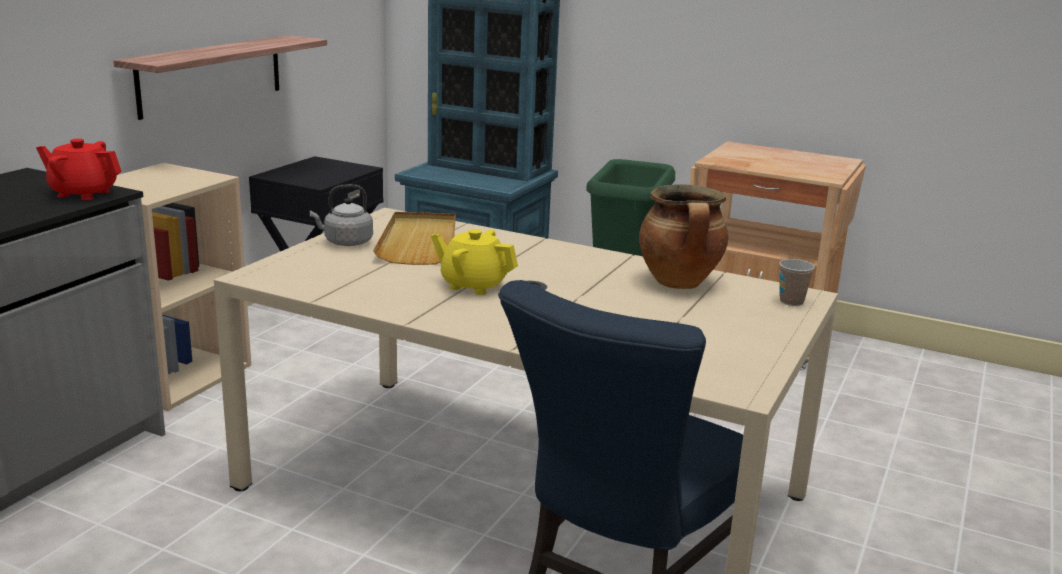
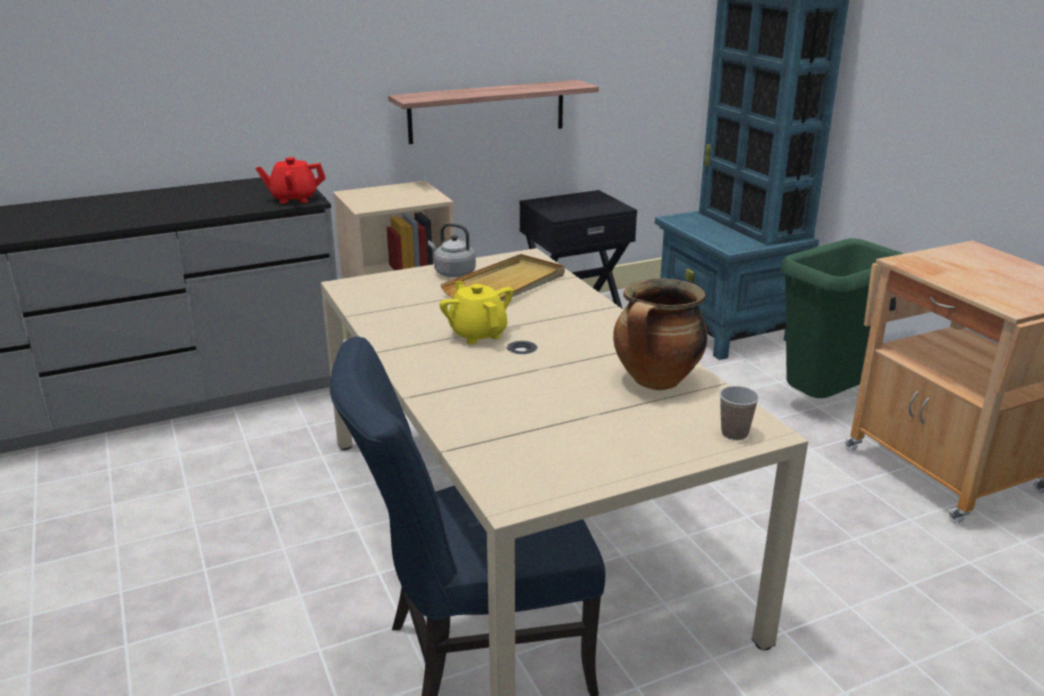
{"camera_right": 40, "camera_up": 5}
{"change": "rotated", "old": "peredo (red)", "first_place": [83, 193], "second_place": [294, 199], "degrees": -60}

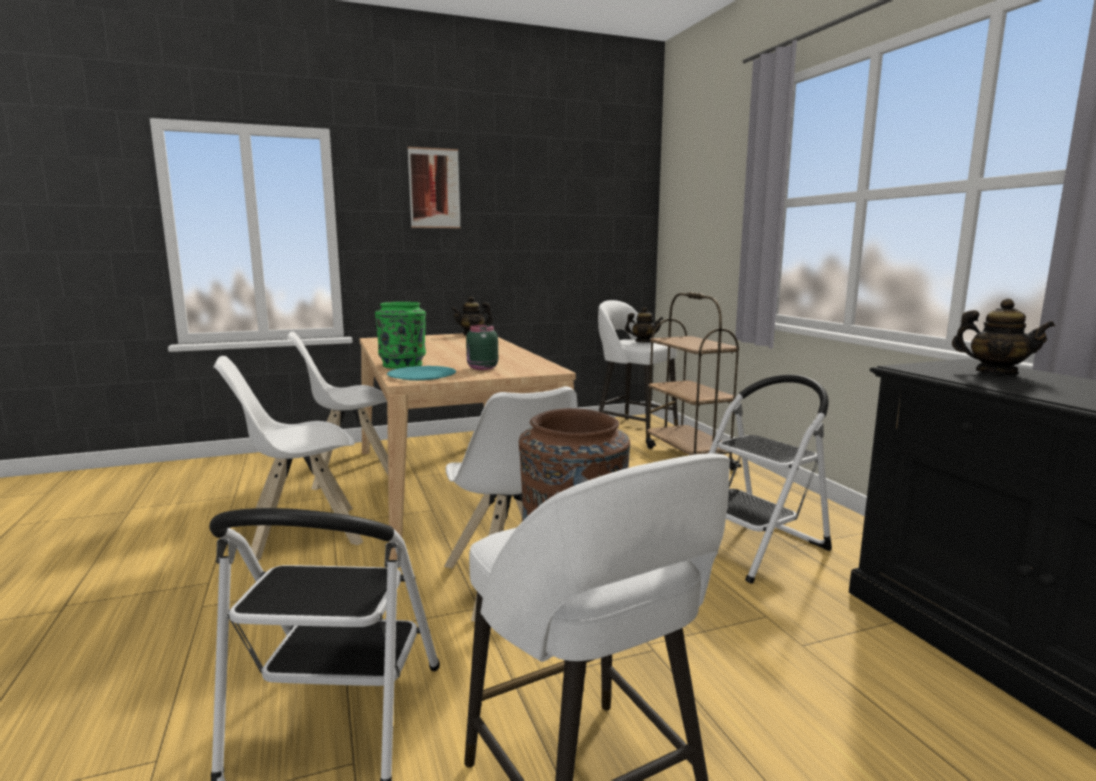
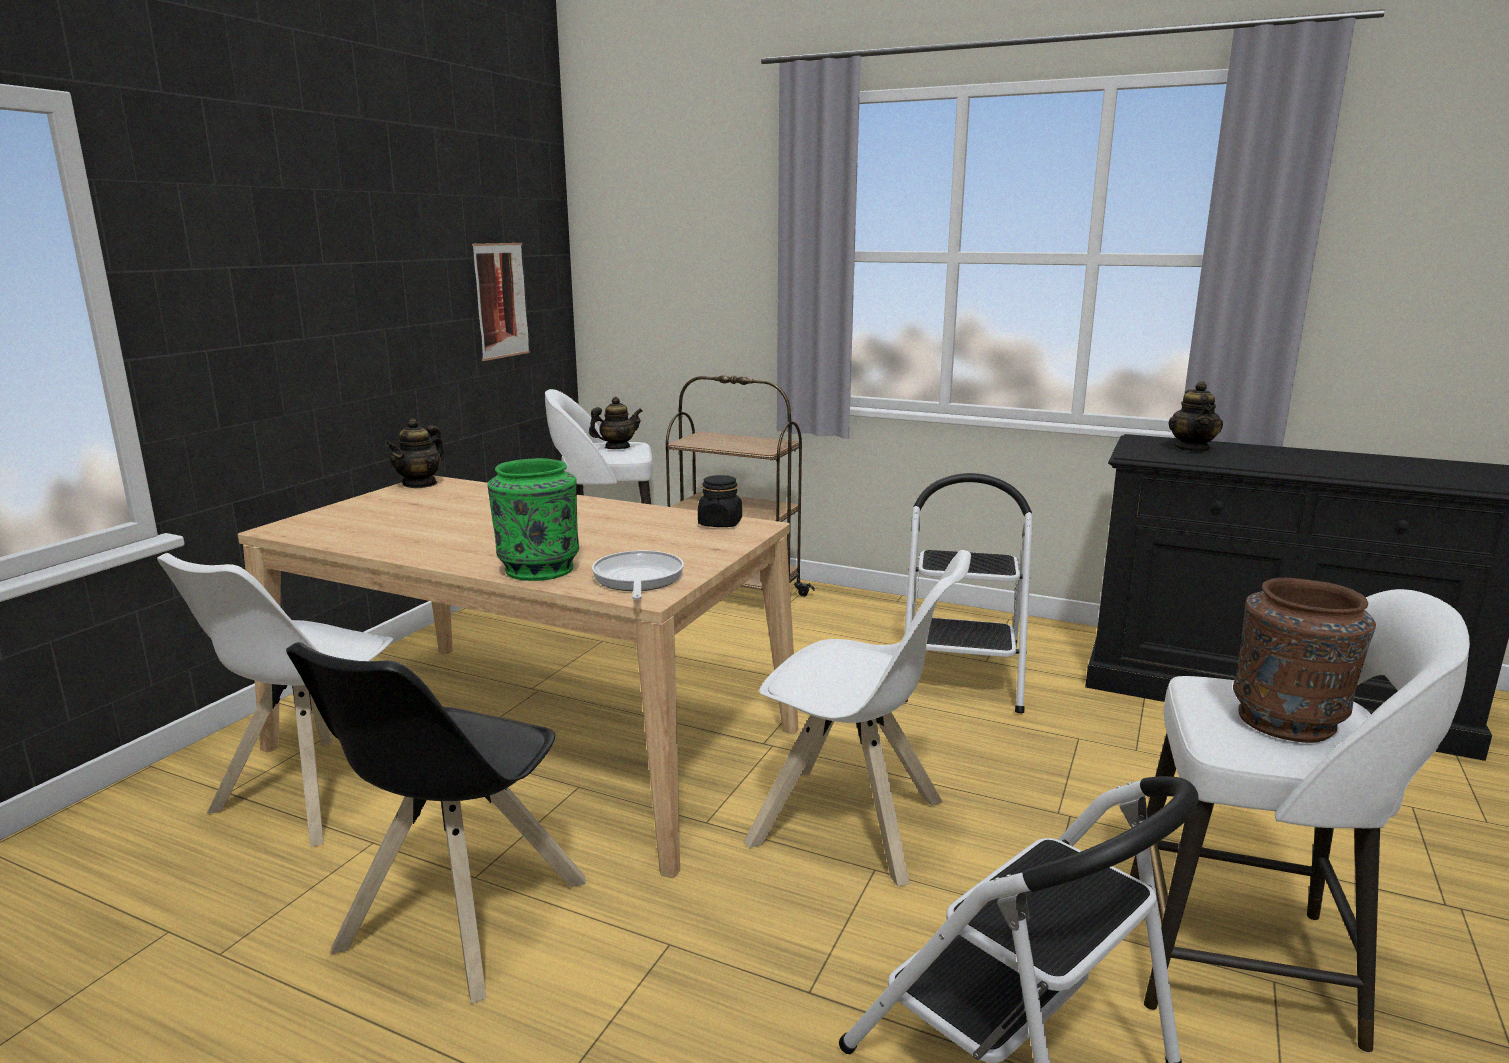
{"camera_right": -45, "camera_up": 5}
{"change": "gone", "old": "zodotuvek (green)", "first_place": [481, 368]}
{"change": "new", "new": "zodotuvek (black)", "second_place": [720, 523]}
{"change": "shifted", "old": "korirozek", "first_place": [434, 188], "second_place": [501, 300]}
{"change": "swapped", "old": "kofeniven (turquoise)", "new": "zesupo", "first_place": [421, 375], "second_place": [637, 580]}
{"change": "repainted", "old": "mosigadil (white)", "new": "mosigadil (black)", "first_place": [300, 534], "second_place": [459, 919]}
{"change": "rotated", "old": "peredo", "first_place": [996, 373], "second_place": [1192, 449], "degrees": 105}

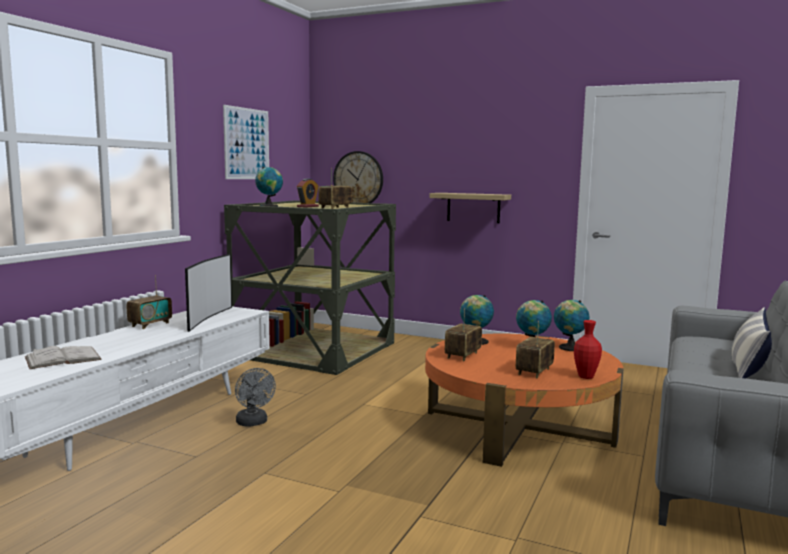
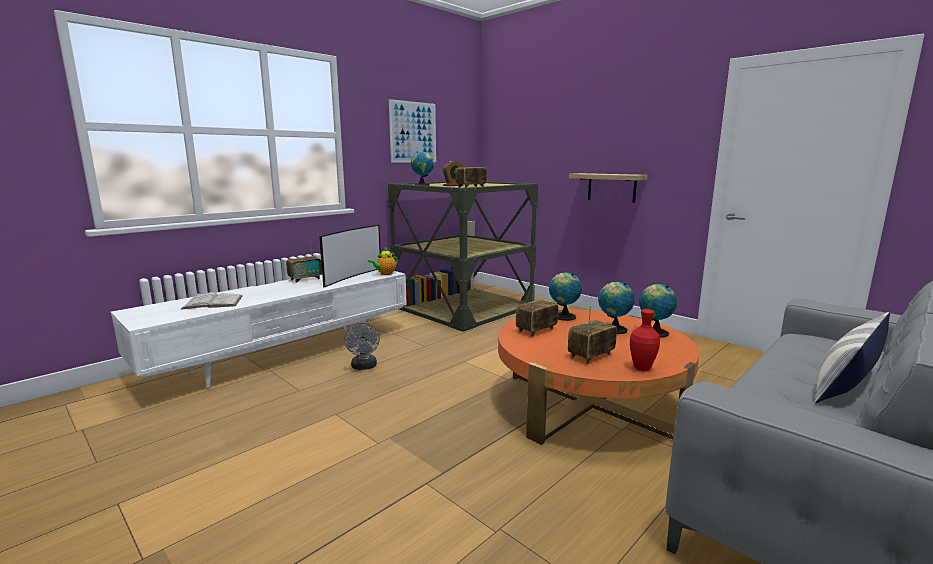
{"camera_right": 20, "camera_up": 5}
{"change": "gone", "old": "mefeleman", "first_place": [358, 179]}
{"change": "new", "new": "peredo", "second_place": [385, 274]}

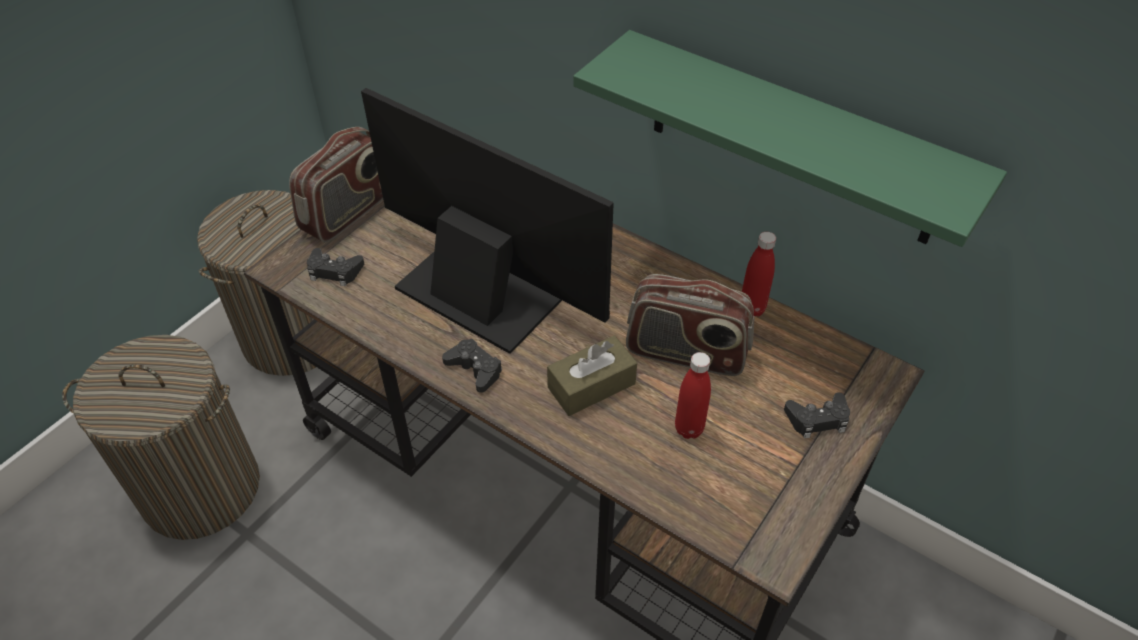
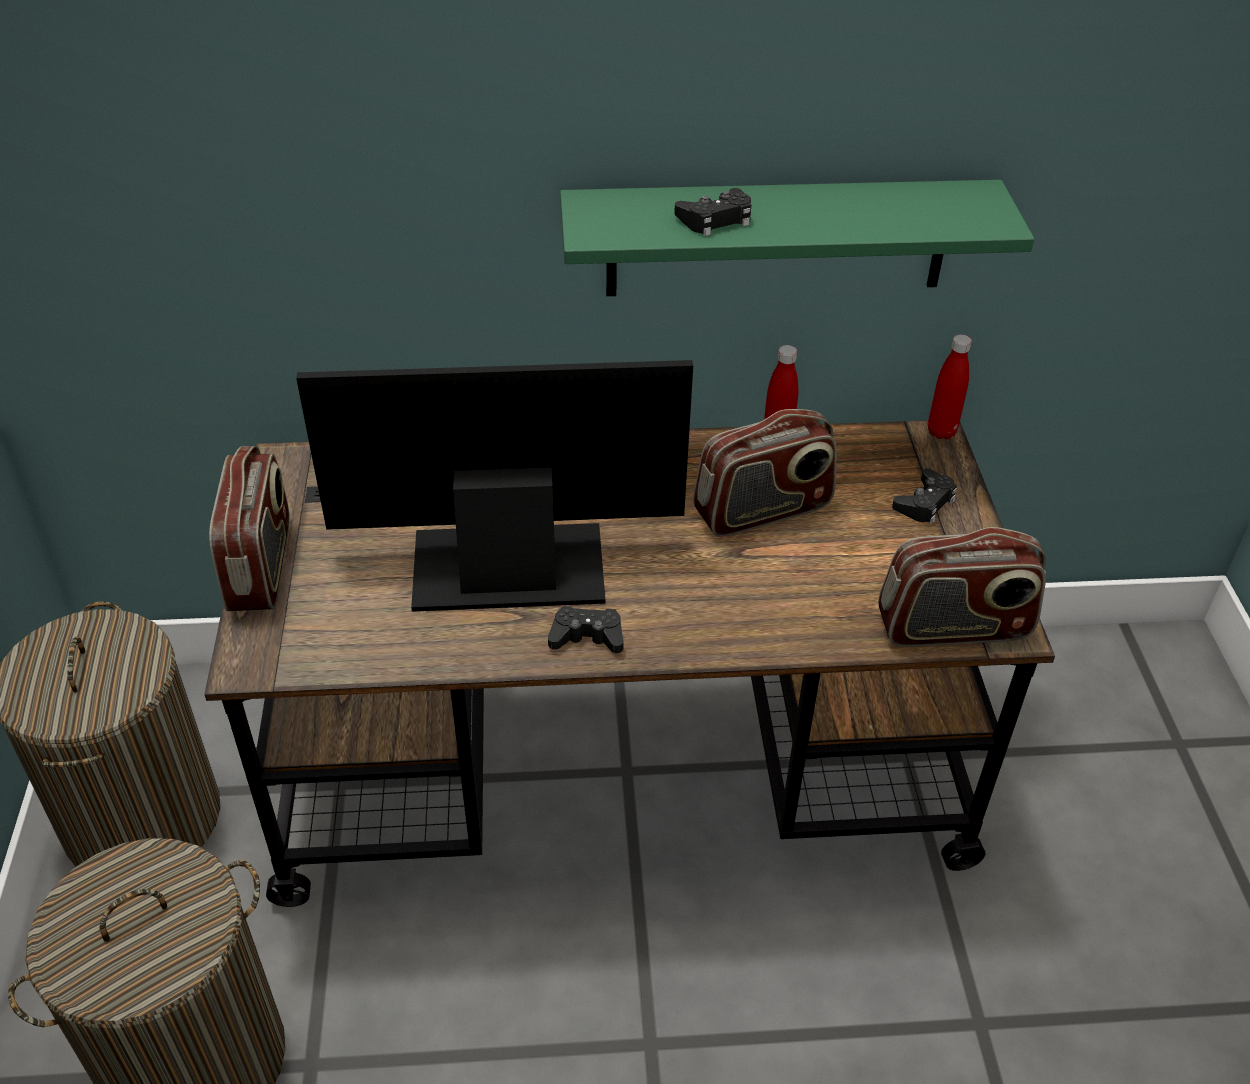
{"camera_right": -40, "camera_up": -5}
{"change": "gone", "old": "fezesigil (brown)", "first_place": [591, 385]}
{"change": "new", "new": "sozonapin", "second_place": [953, 628]}
{"change": "shifted", "old": "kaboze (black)", "first_place": [334, 271], "second_place": [715, 219]}
{"change": "shifted", "old": "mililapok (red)", "first_place": [689, 428], "second_place": [941, 432]}

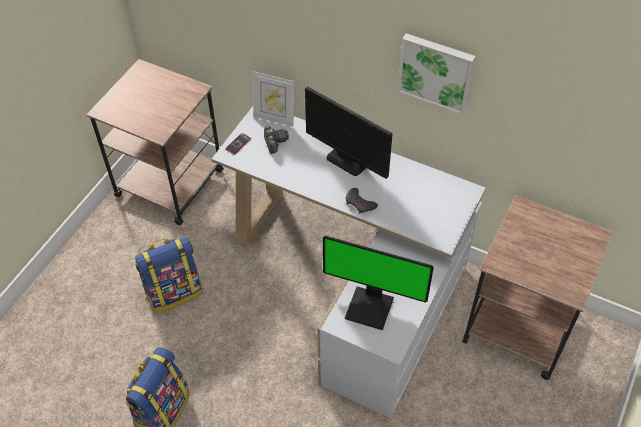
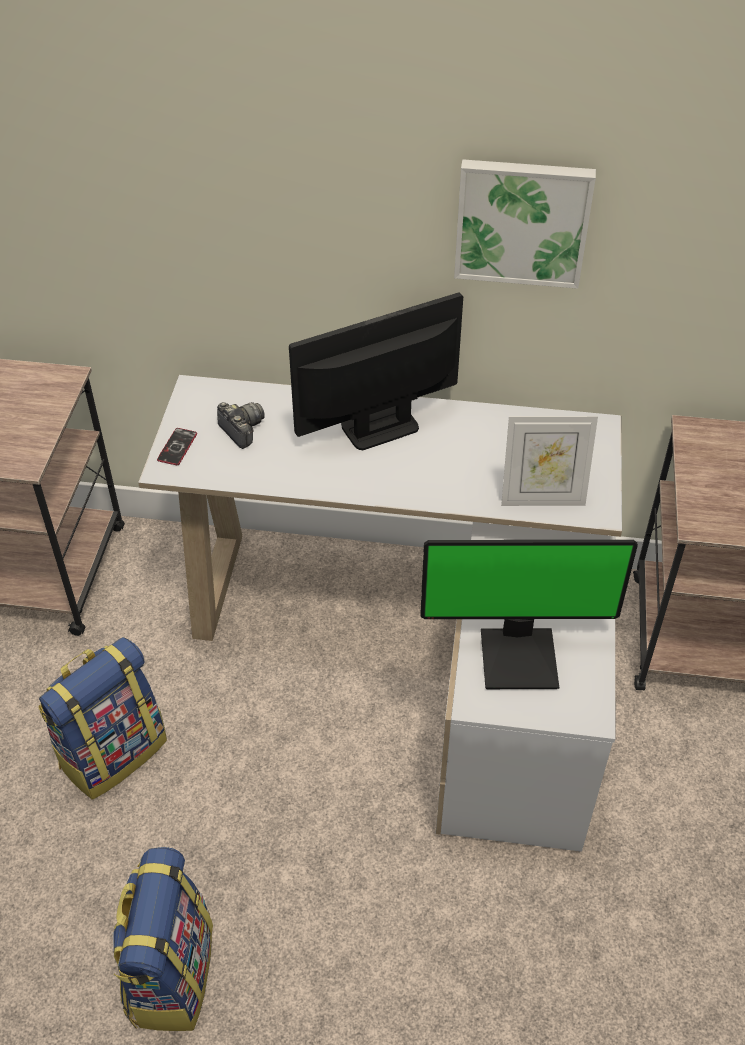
{"camera_right": -20, "camera_up": -5}
{"change": "gone", "old": "kaboze (grey)", "first_place": [359, 203]}
{"change": "shifted", "old": "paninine", "first_place": [274, 118], "second_place": [542, 499]}
{"change": "rotated", "old": "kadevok", "first_place": [348, 160], "second_place": [380, 427], "degrees": 135}

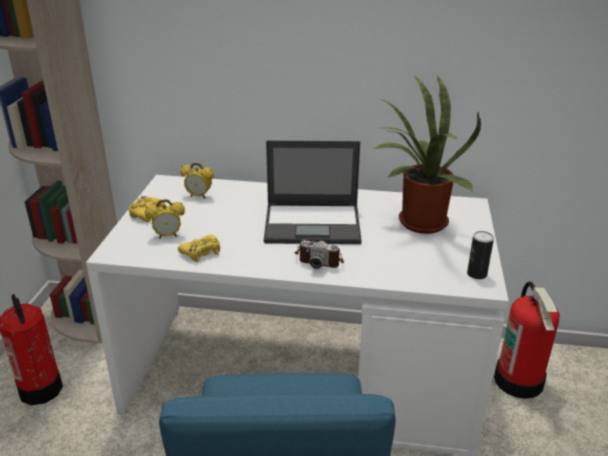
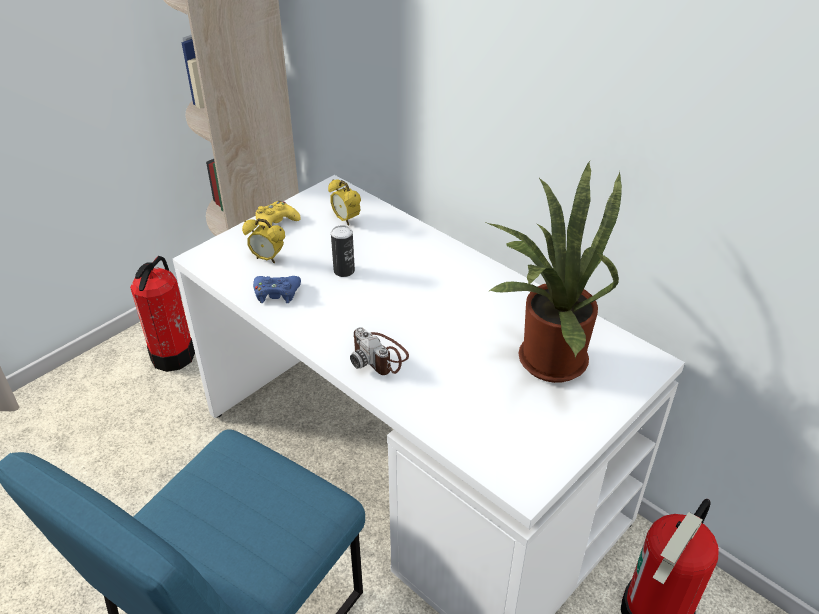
{"camera_right": 35, "camera_up": 10}
{"change": "gone", "old": "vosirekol", "first_place": [313, 224]}
{"change": "shifted", "old": "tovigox", "first_place": [477, 274], "second_place": [344, 271]}
{"change": "repainted", "old": "kaboze (yellow)", "new": "kaboze (blue)", "first_place": [201, 252], "second_place": [276, 293]}

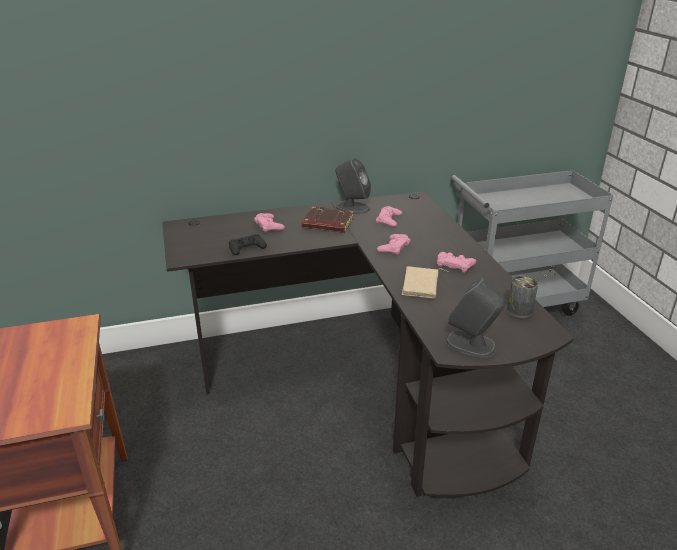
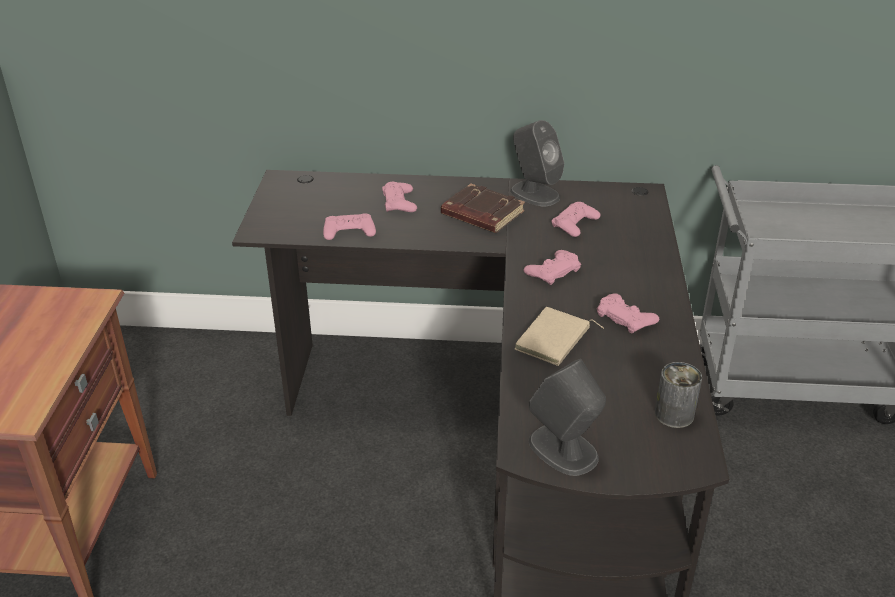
{"camera_right": 20, "camera_up": 5}
{"change": "repainted", "old": "kaboze (black)", "new": "kaboze (pink)", "first_place": [246, 248], "second_place": [349, 232]}

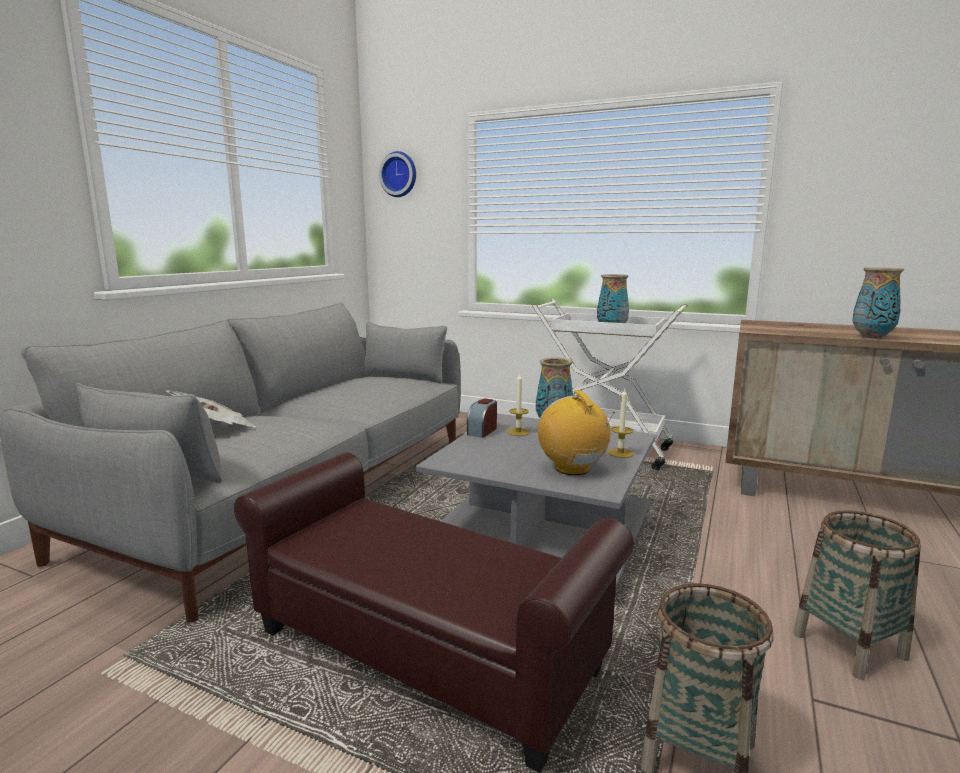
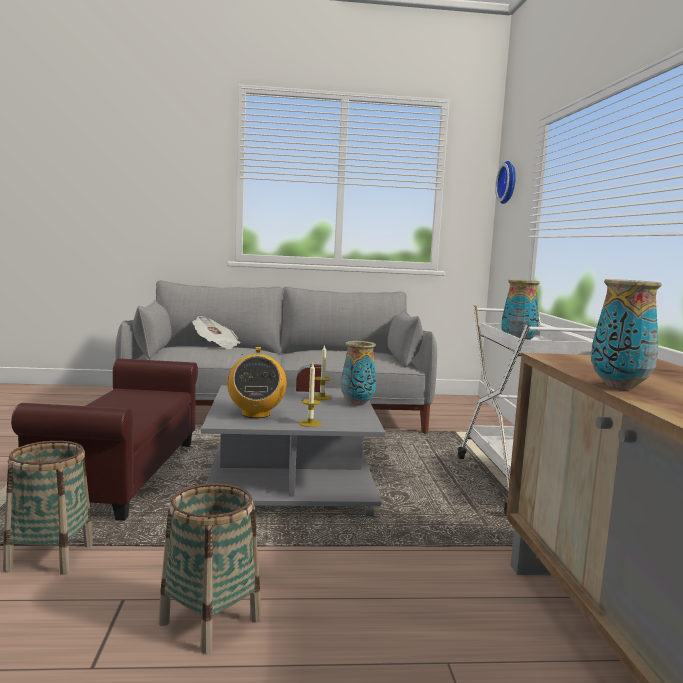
{"camera_right": 60, "camera_up": -5}
{"change": "rotated", "old": "sozonapin", "first_place": [572, 469], "second_place": [256, 414], "degrees": 135}

